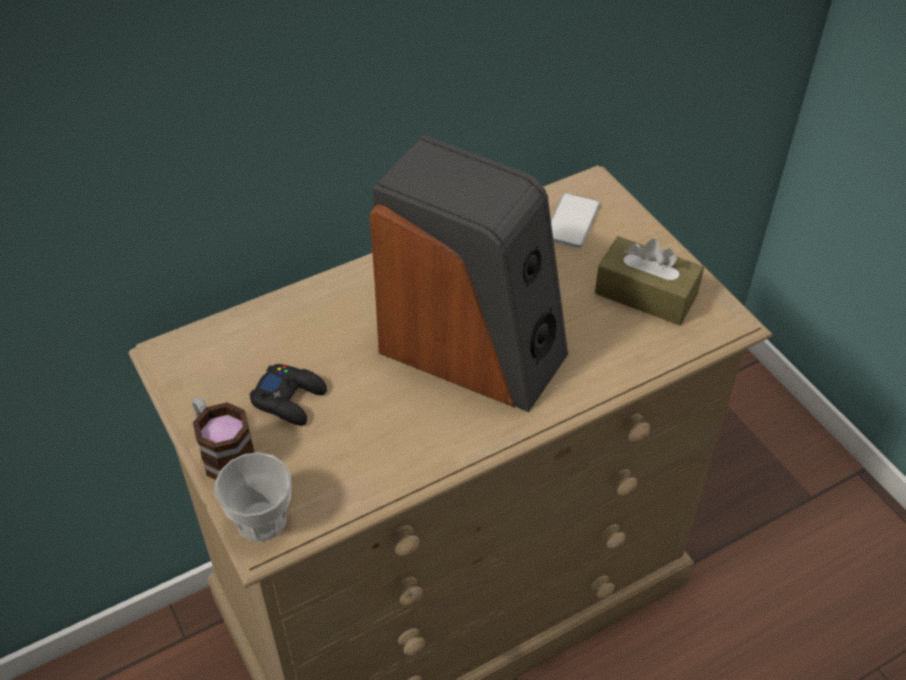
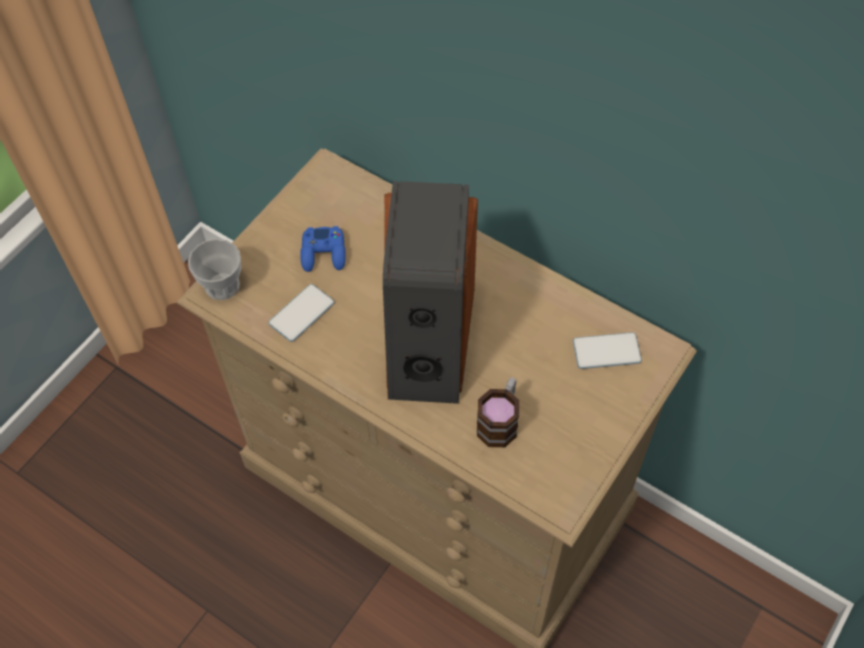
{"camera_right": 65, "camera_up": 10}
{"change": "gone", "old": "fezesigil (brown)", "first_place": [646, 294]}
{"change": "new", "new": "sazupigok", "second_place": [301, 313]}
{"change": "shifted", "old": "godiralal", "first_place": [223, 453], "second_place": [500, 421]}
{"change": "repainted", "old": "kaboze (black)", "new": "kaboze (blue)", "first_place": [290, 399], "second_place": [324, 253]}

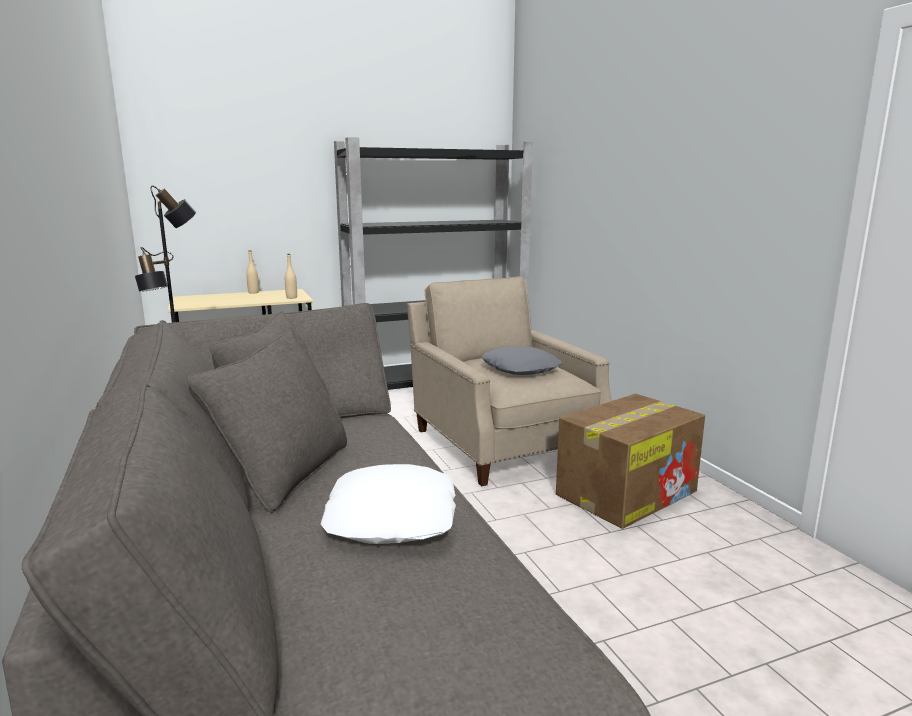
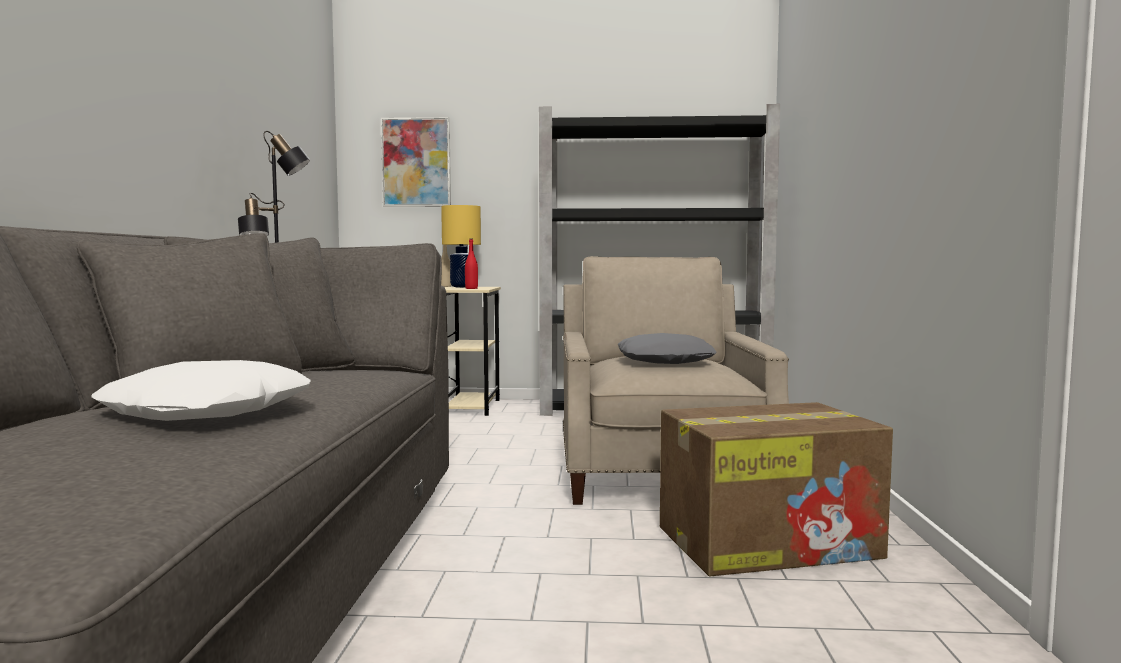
{"camera_right": 25, "camera_up": -10}
{"change": "new", "new": "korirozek", "second_place": [416, 162]}
{"change": "new", "new": "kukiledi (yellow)", "second_place": [461, 287]}
{"change": "repainted", "old": "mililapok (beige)", "new": "mililapok (red)", "first_place": [291, 297], "second_place": [471, 288]}

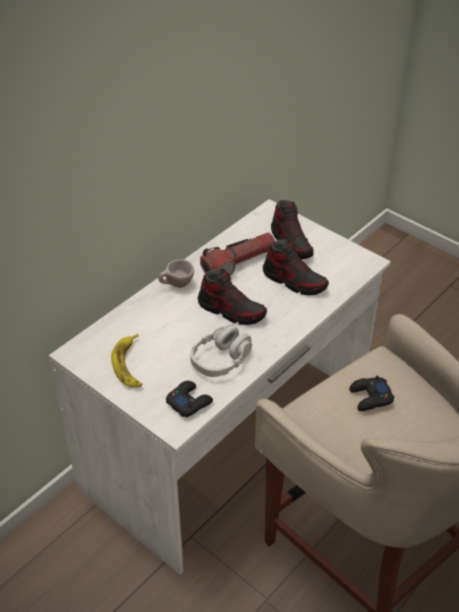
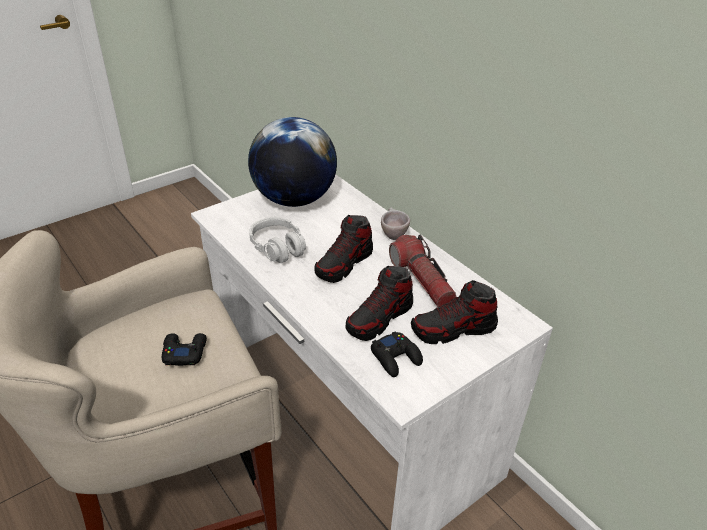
{"camera_right": 100, "camera_up": -5}
{"change": "shifted", "old": "kaboze (black)", "first_place": [189, 402], "second_place": [396, 358]}
{"change": "swapped", "old": "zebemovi", "new": "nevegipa", "first_place": [129, 365], "second_place": [294, 199]}

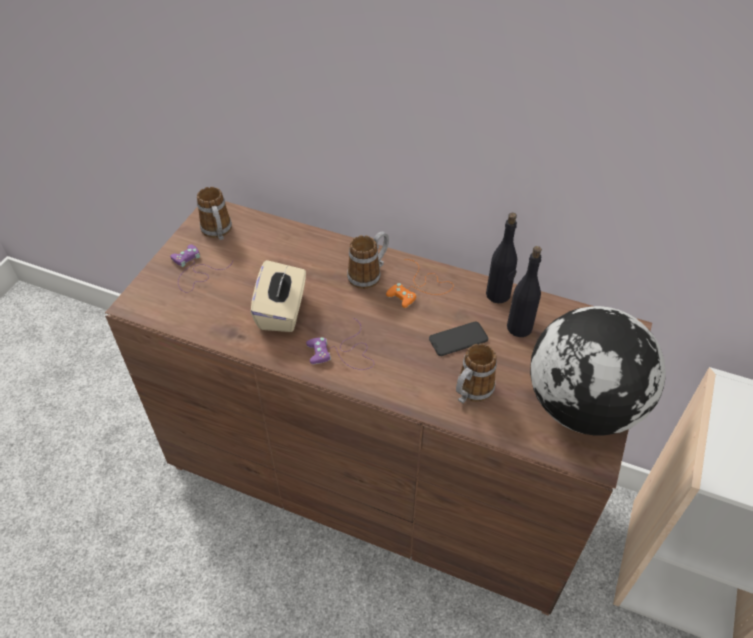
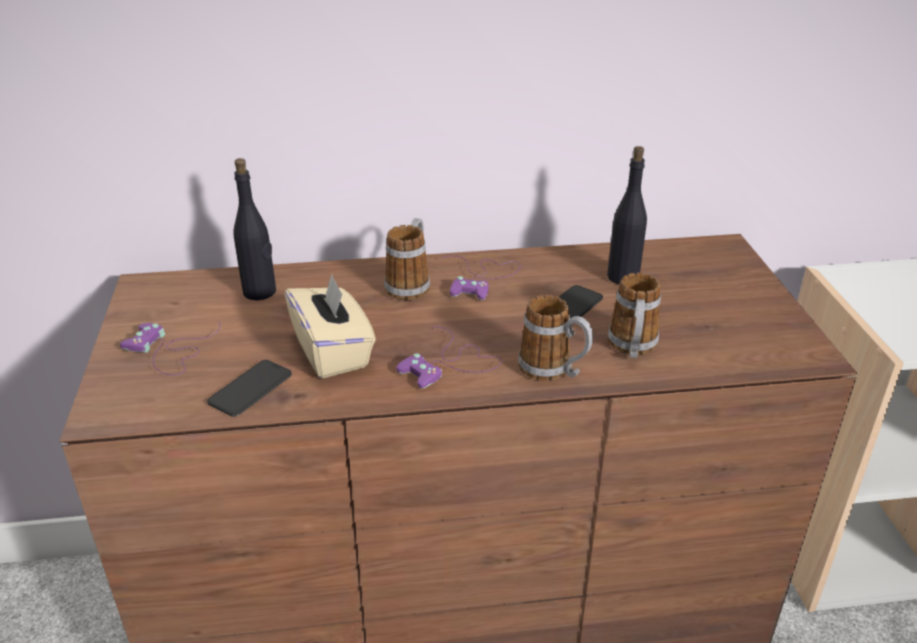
{"camera_right": -30, "camera_up": -15}
{"change": "gone", "old": "nevegipa", "first_place": [583, 407]}
{"change": "new", "new": "sazupigok", "second_place": [250, 388]}
{"change": "shifted", "old": "godiralal", "first_place": [218, 232], "second_place": [553, 370]}
{"change": "shifted", "old": "mililapok (black)", "first_place": [498, 295], "second_place": [260, 292]}
{"change": "repainted", "old": "kaboze (orange)", "new": "kaboze (purple)", "first_place": [420, 288], "second_place": [482, 278]}

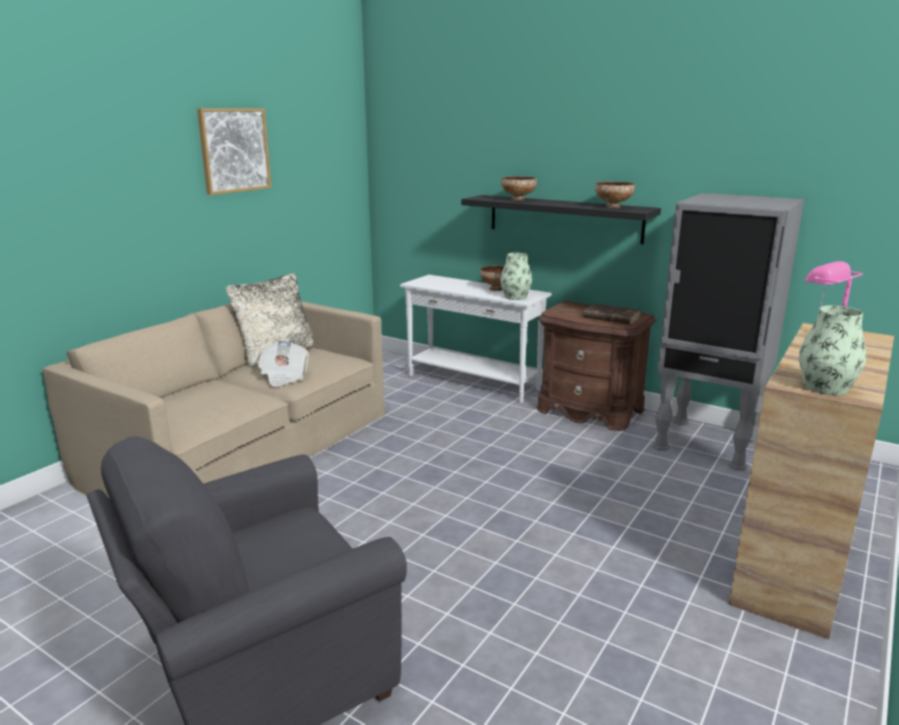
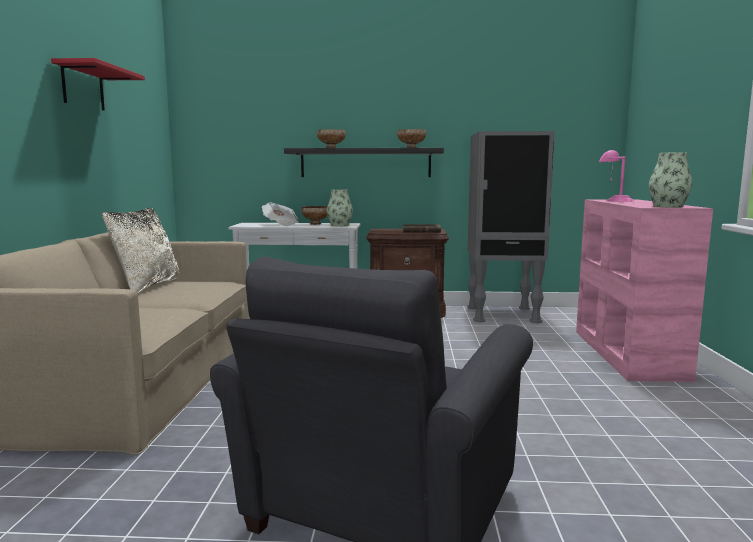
{"camera_right": -30, "camera_up": -10}
{"change": "shifted", "old": "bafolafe", "first_place": [284, 376], "second_place": [280, 224]}
{"change": "swapped", "old": "korirozek", "new": "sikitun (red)", "first_place": [234, 150], "second_place": [83, 87]}
{"change": "repainted", "old": "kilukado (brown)", "new": "kilukado (pink)", "first_place": [797, 560], "second_place": [629, 353]}

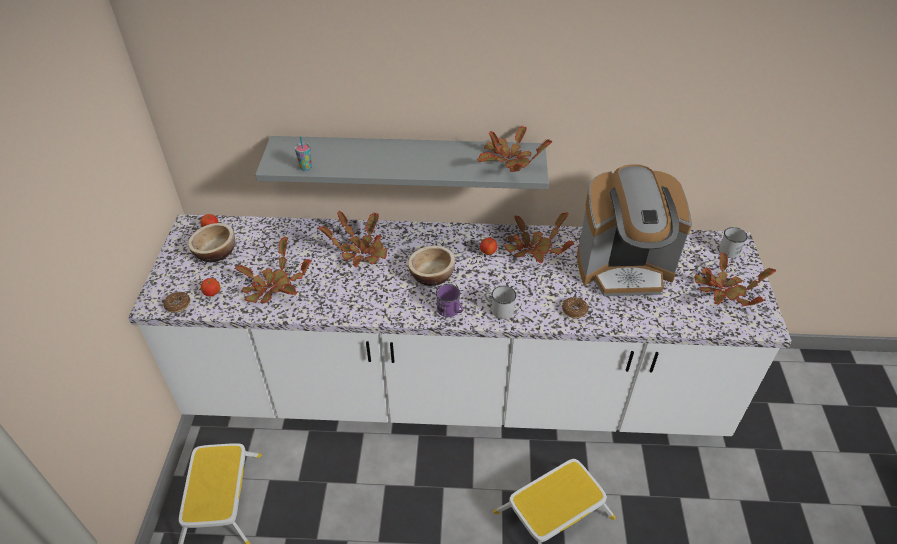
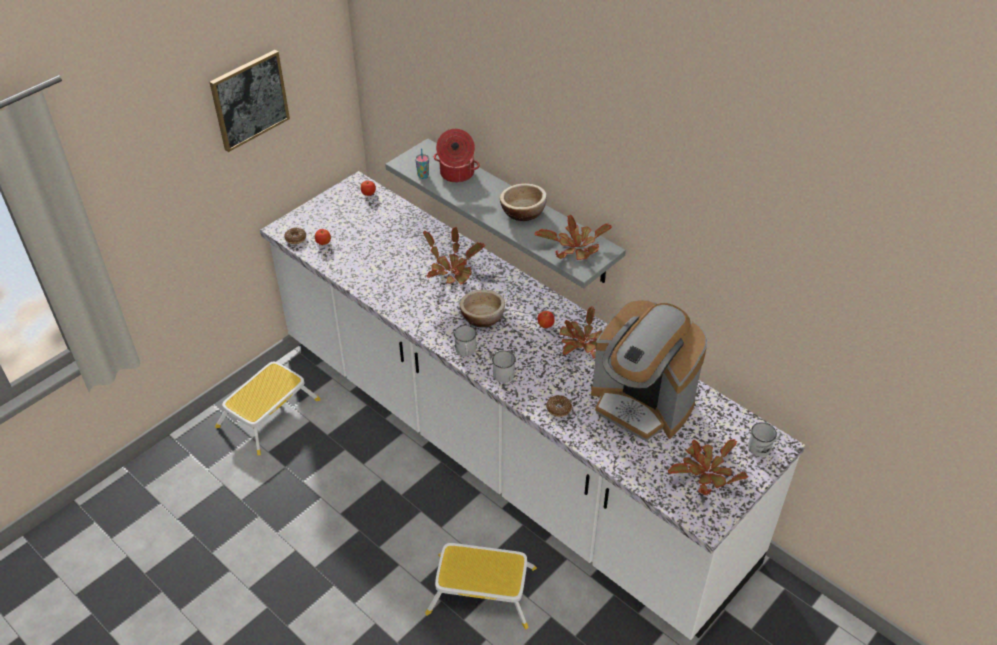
{"camera_right": 40, "camera_up": 0}
{"change": "gone", "old": "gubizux", "first_place": [272, 287]}
{"change": "new", "new": "korirozek", "second_place": [249, 100]}
{"change": "new", "new": "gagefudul", "second_place": [456, 174]}
{"change": "shifted", "old": "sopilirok", "first_place": [216, 252], "second_place": [523, 212]}
{"change": "repainted", "old": "godiralal (purple)", "new": "godiralal (white)", "first_place": [450, 311], "second_place": [466, 351]}

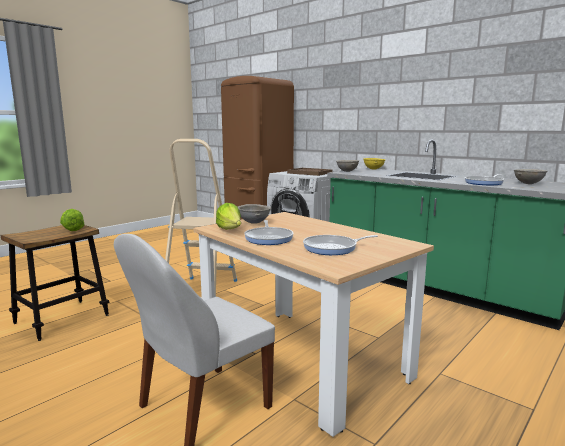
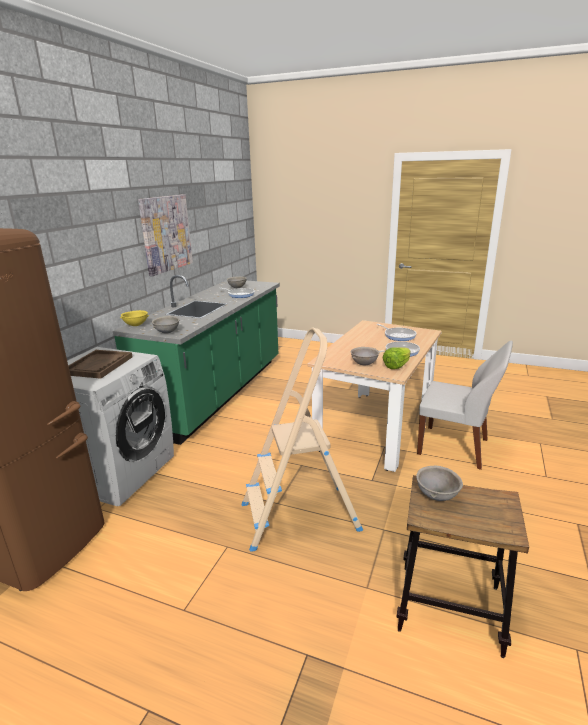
{"camera_right": -110, "camera_up": 10}
{"change": "new", "new": "korirozek", "second_place": [166, 233]}
{"change": "swapped", "old": "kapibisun", "new": "sopilirok (grey)", "first_place": [71, 229], "second_place": [437, 496]}

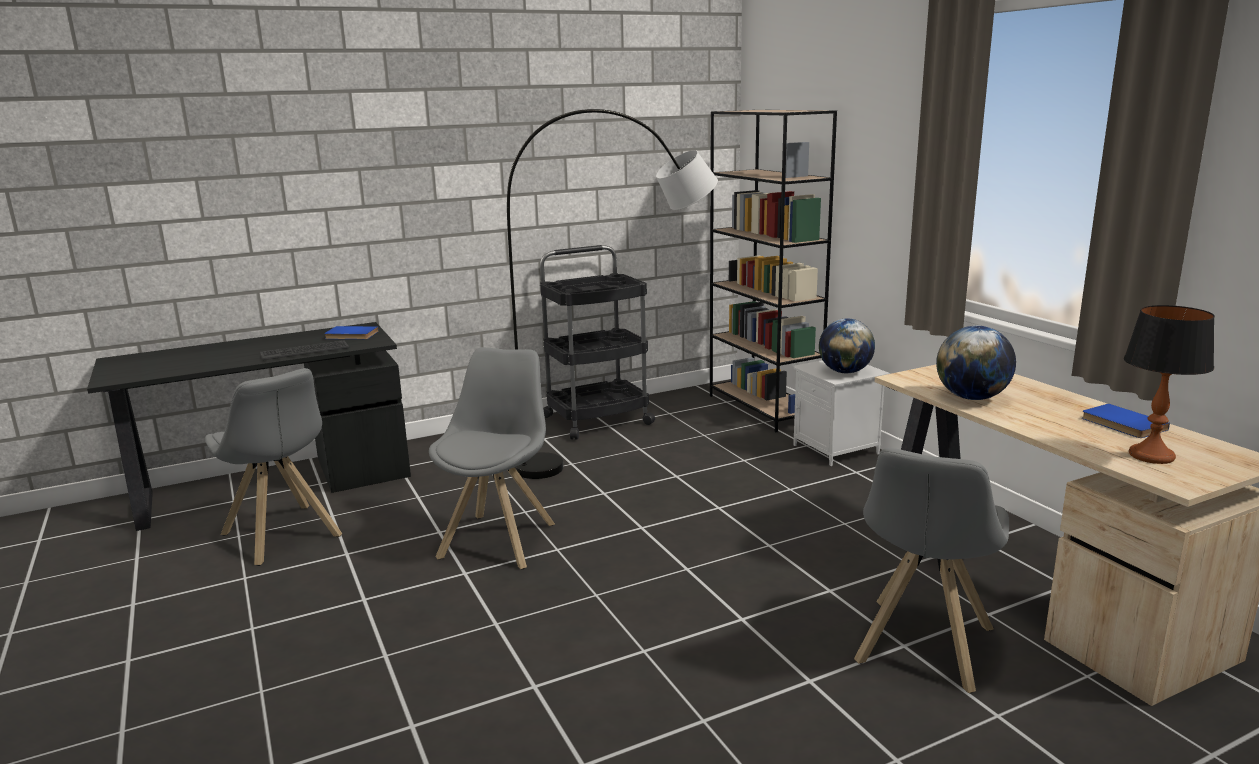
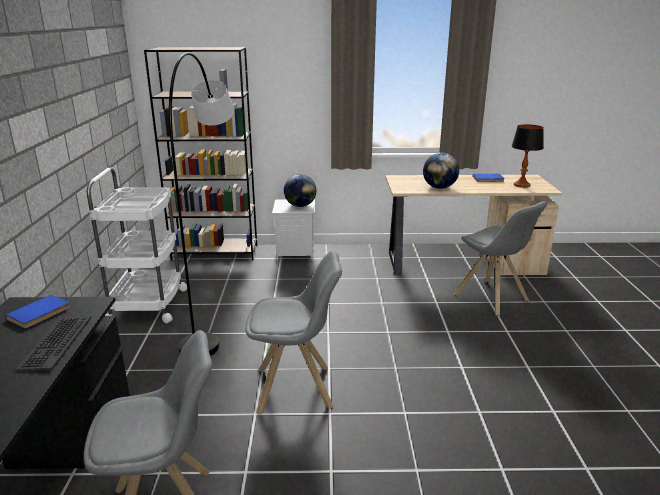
{"camera_right": -65, "camera_up": 5}
{"change": "repainted", "old": "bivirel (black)", "new": "bivirel (white)", "first_place": [598, 420], "second_place": [148, 305]}
{"change": "rotated", "old": "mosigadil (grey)", "first_place": [499, 540], "second_place": [295, 388], "degrees": 135}

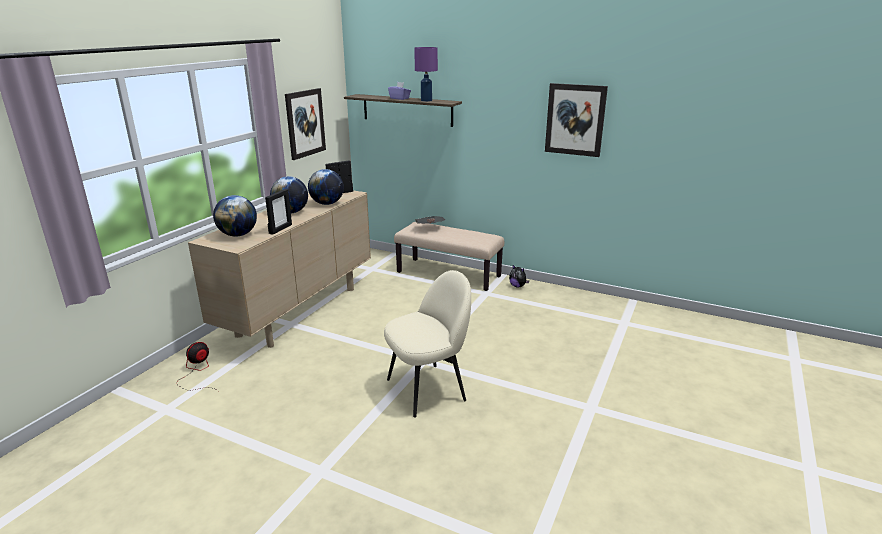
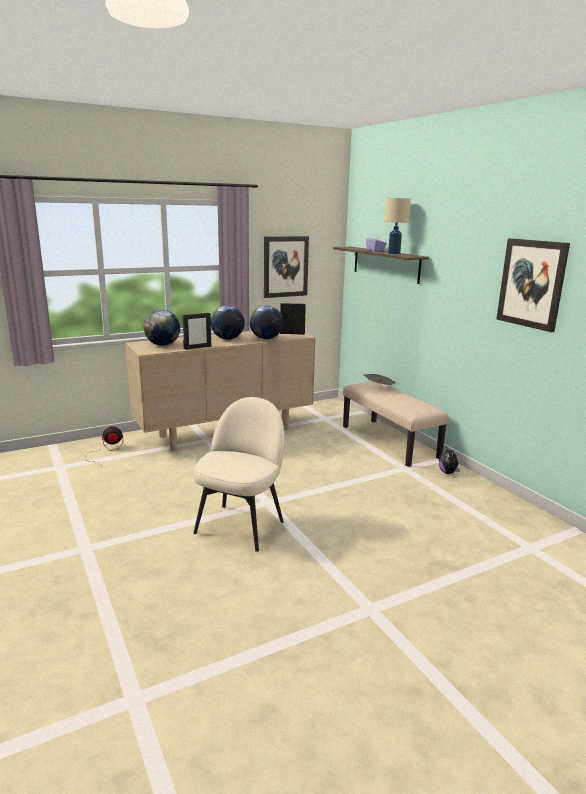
{"camera_right": 35, "camera_up": -5}
{"change": "repainted", "old": "kukiledi (purple)", "new": "kukiledi (beige)", "first_place": [426, 100], "second_place": [394, 253]}
{"change": "rotated", "old": "mosigadil (beige)", "first_place": [428, 389], "second_place": [241, 526], "degrees": -75}

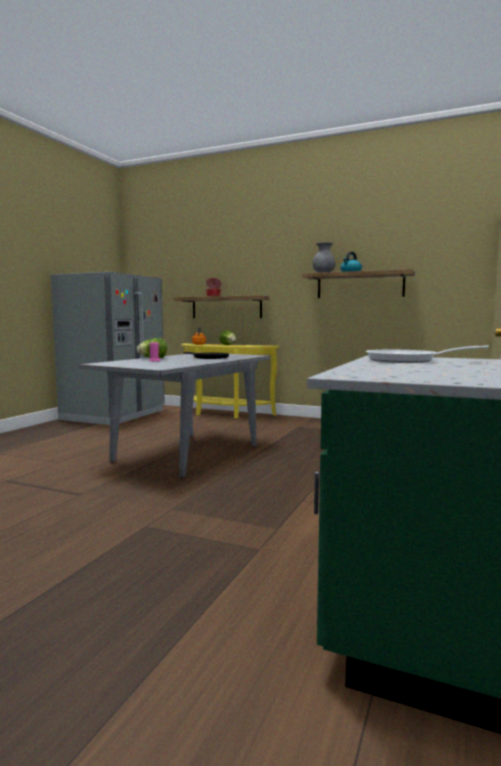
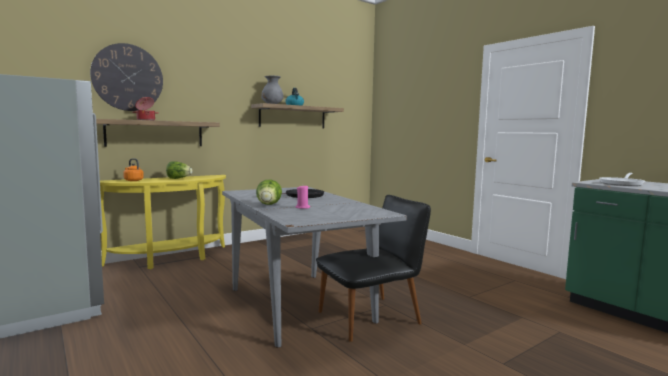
{"camera_right": -60, "camera_up": 0}
{"change": "new", "new": "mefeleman", "second_place": [128, 77]}
{"change": "new", "new": "mosigadil (black)", "second_place": [368, 317]}

